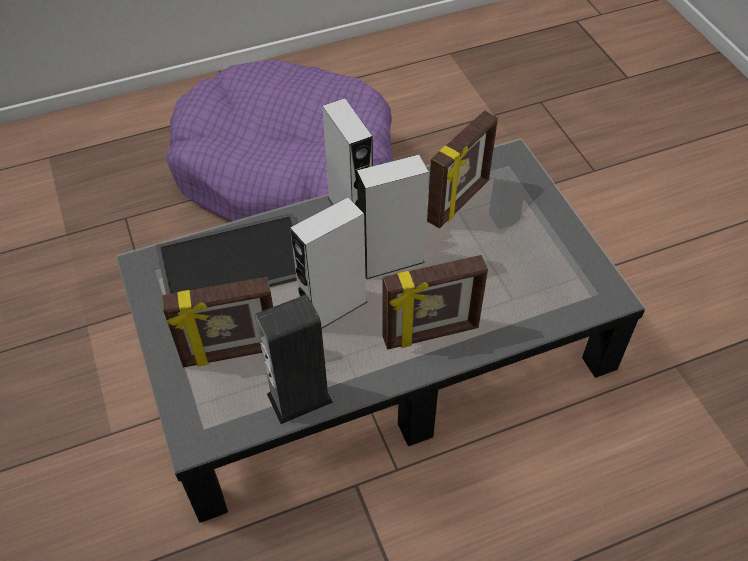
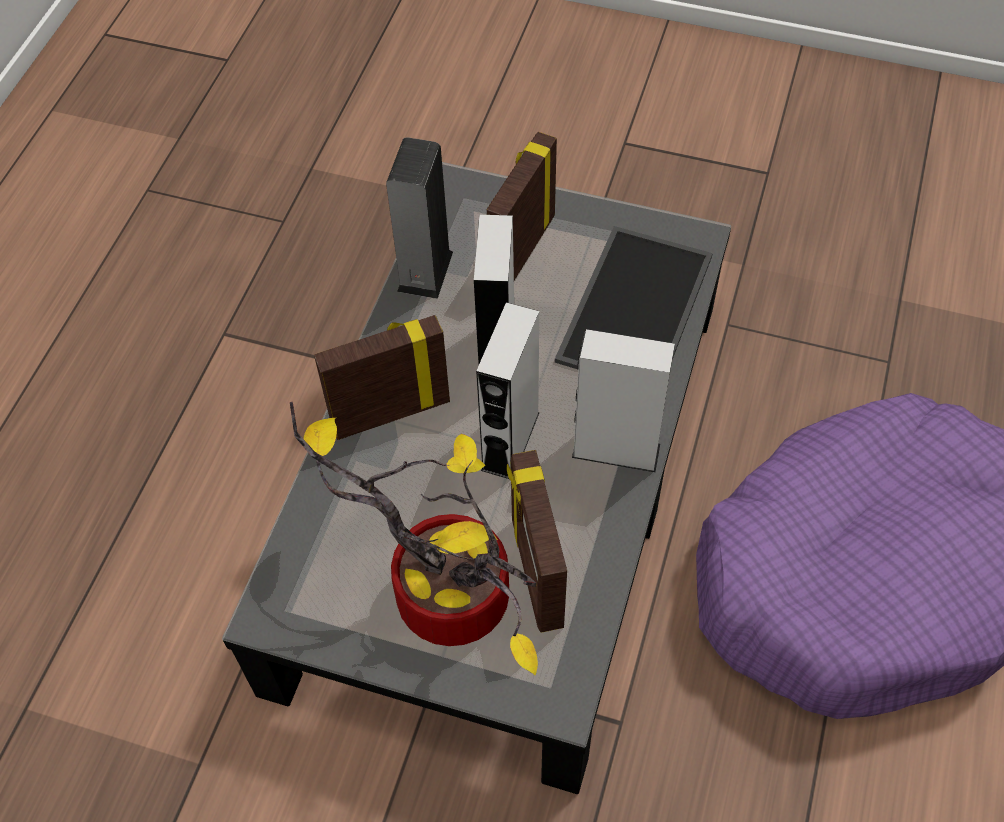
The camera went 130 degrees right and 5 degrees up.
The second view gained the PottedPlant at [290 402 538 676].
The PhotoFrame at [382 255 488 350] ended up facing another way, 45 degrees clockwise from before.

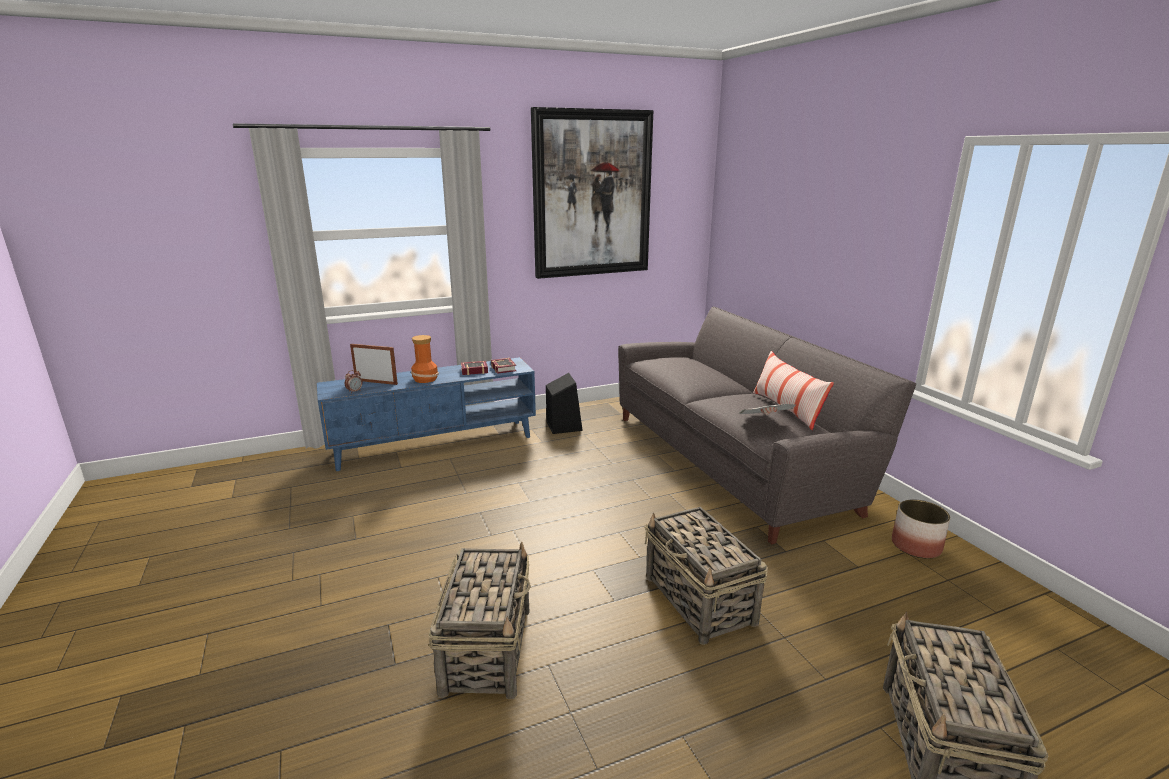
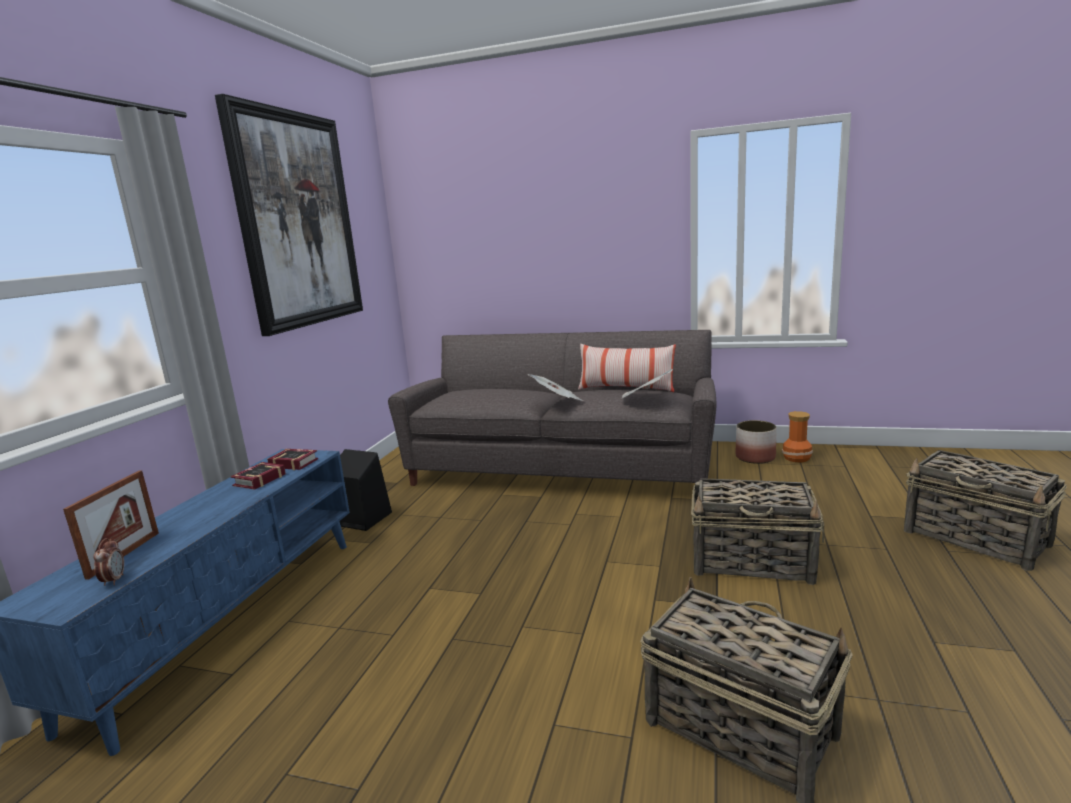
The camera went 50 degrees left and 5 degrees down.
The PhotoFrame at [350 344 398 385] ended up facing another way, 135 degrees clockwise from before.
The second view gained the Newspaper at [527 374 584 401].
The Vase ended up elsewhere, having gone from [411 335 439 383] to [782 411 813 462].

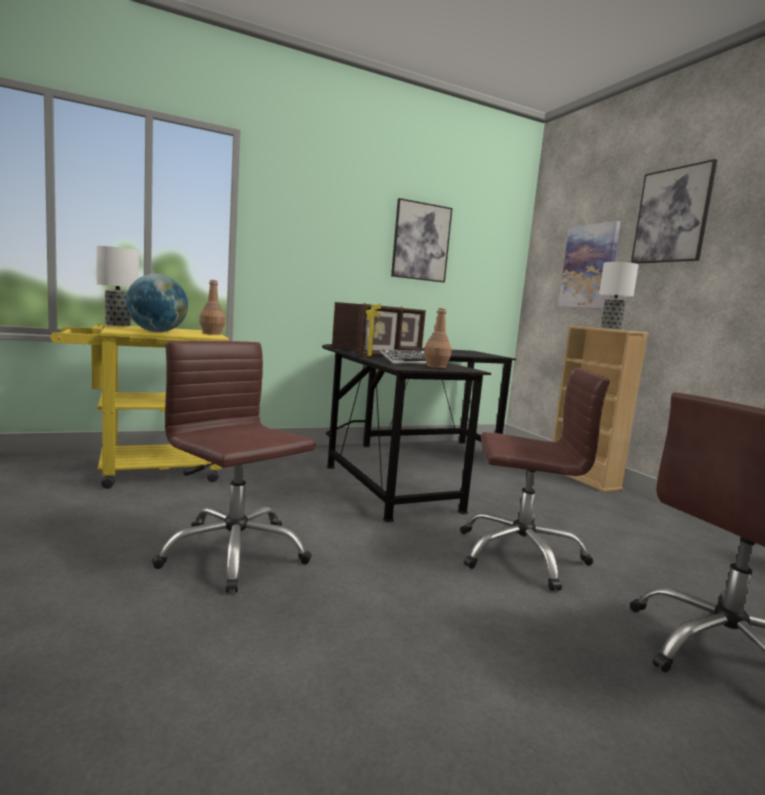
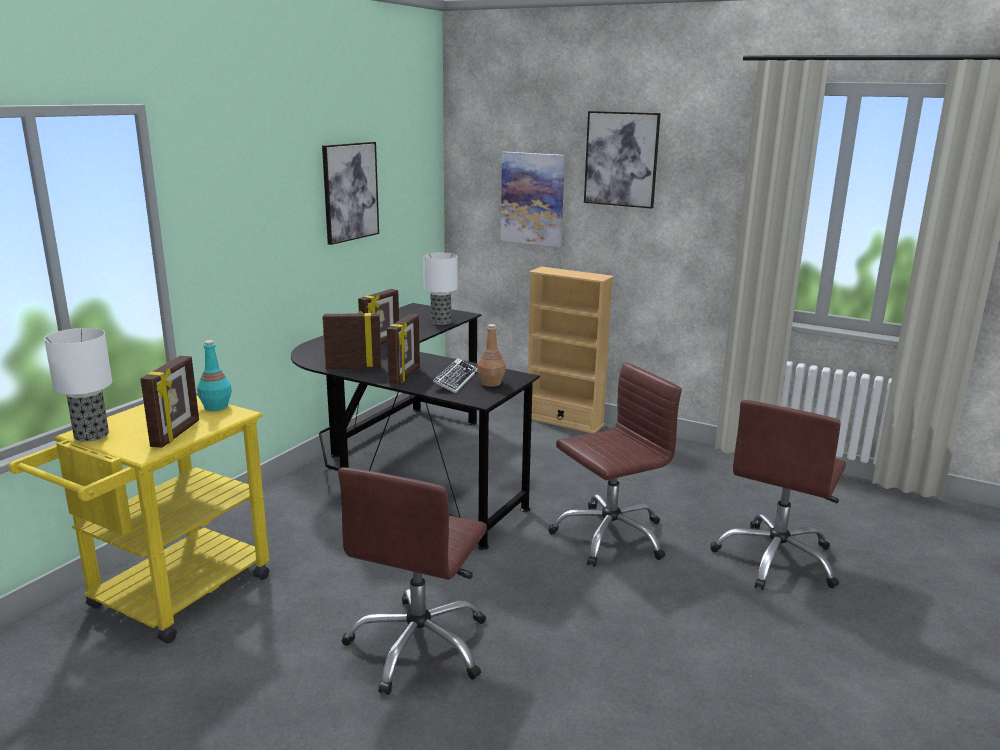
The camera went 35 degrees left and 10 degrees up.
Where the DeskGlobe stood at [126 274 188 332], the PhotoFrame came to stand at [140 356 199 448].
What was the BrownColouredDrinkBottle at [199 280 225 335] turned into the TurquoiseDrinkBottle at [197 340 232 411].
The BrownColouredOfficeChair at [152 341 316 593] ended up facing another way, 75 degrees counterclockwise from before.
The TableLamp ended up elsewhere, having gone from [599 262 639 330] to [423 253 458 325].

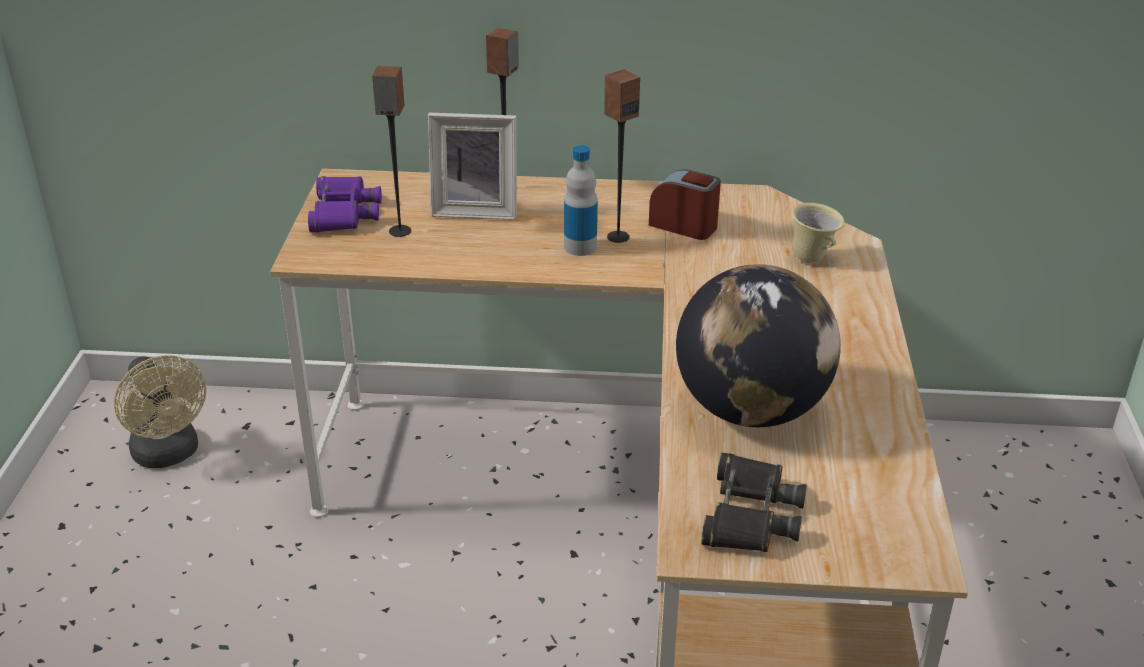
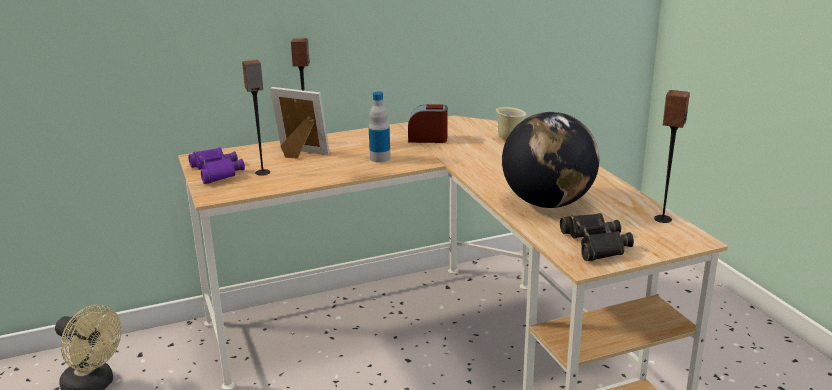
The camera went 25 degrees left and 10 degrees down.
The PhotoFrame at [428 113 517 220] ended up facing another way, 135 degrees counterclockwise from before.
The Speaker ended up elsewhere, having gone from [604 69 640 243] to [654 90 690 223].

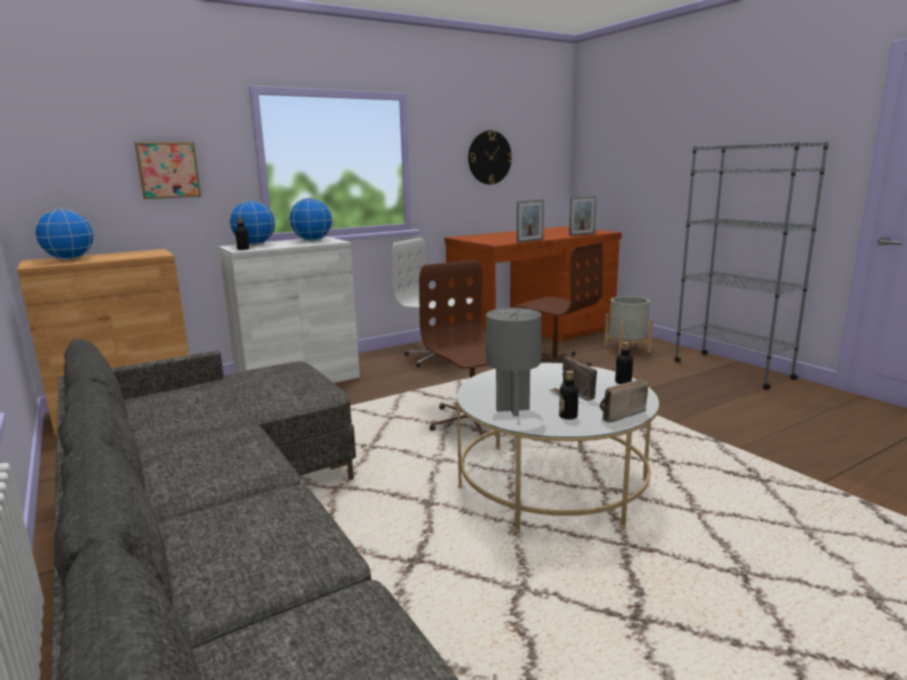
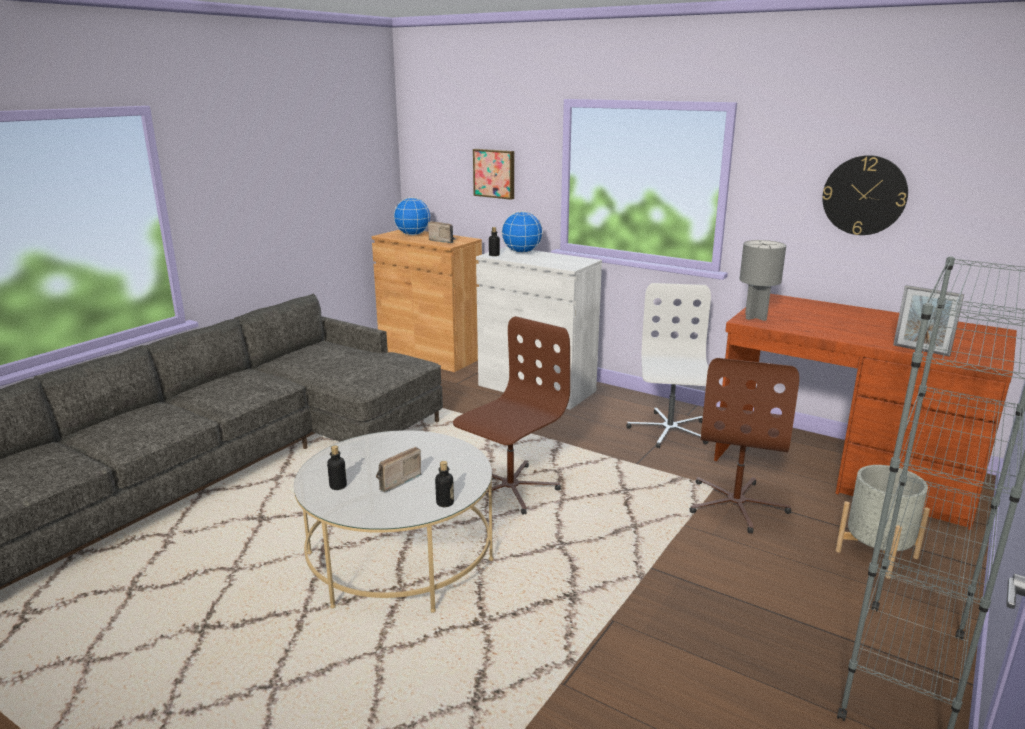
The camera went 65 degrees right and 5 degrees up.
The Radio ended up elsewhere, having gone from [599 379 649 423] to [428 221 457 243].
The GrayTableLamp ended up elsewhere, having gone from [486 308 541 416] to [739 240 786 321].
The second view lost the DeskGlobe at [289 198 333 241].
The second view lost the PhotoFrame at [517 199 544 243].

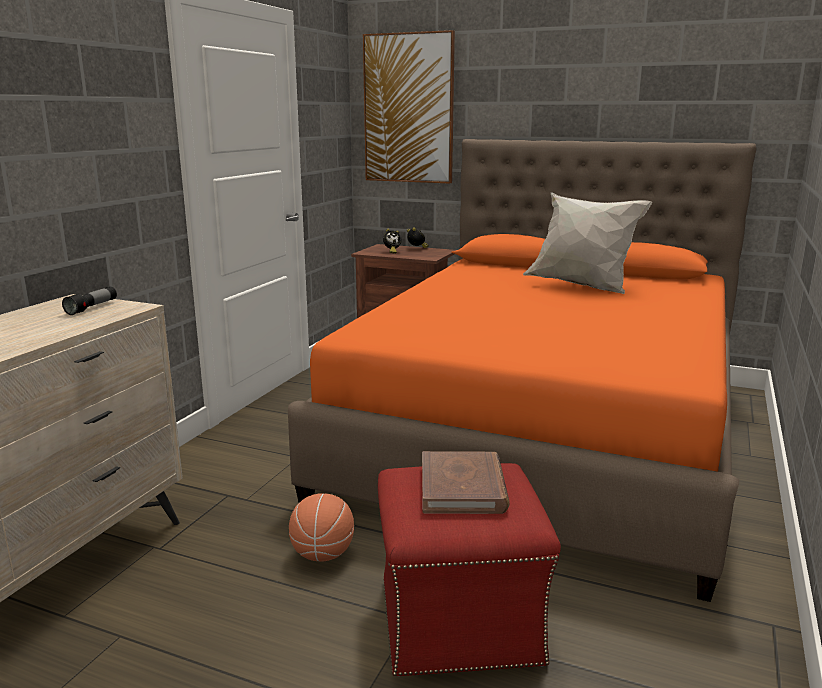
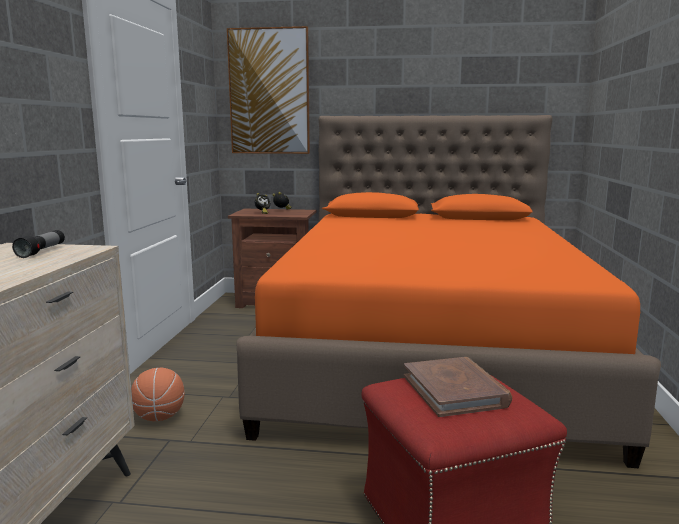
The camera went 15 degrees left and 5 degrees down.
The Basketball ended up elsewhere, having gone from [289 493 354 561] to [131 368 185 421].
The second view lost the WhitishPillow at [523 192 652 294].

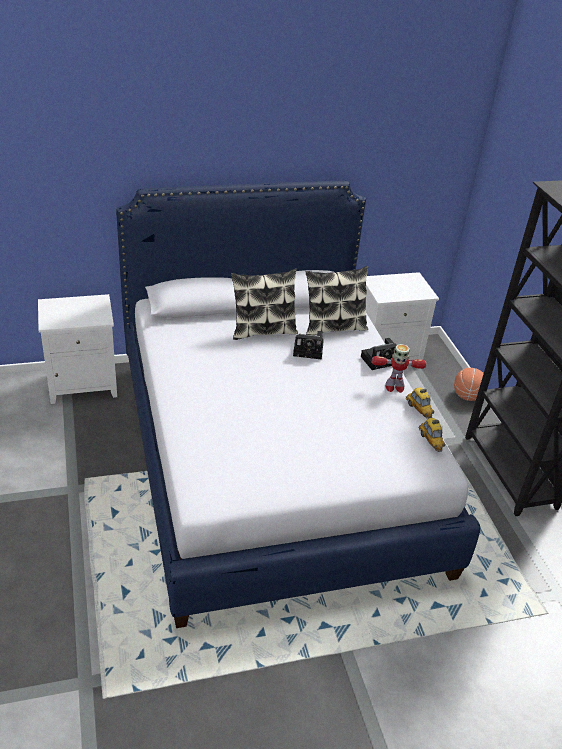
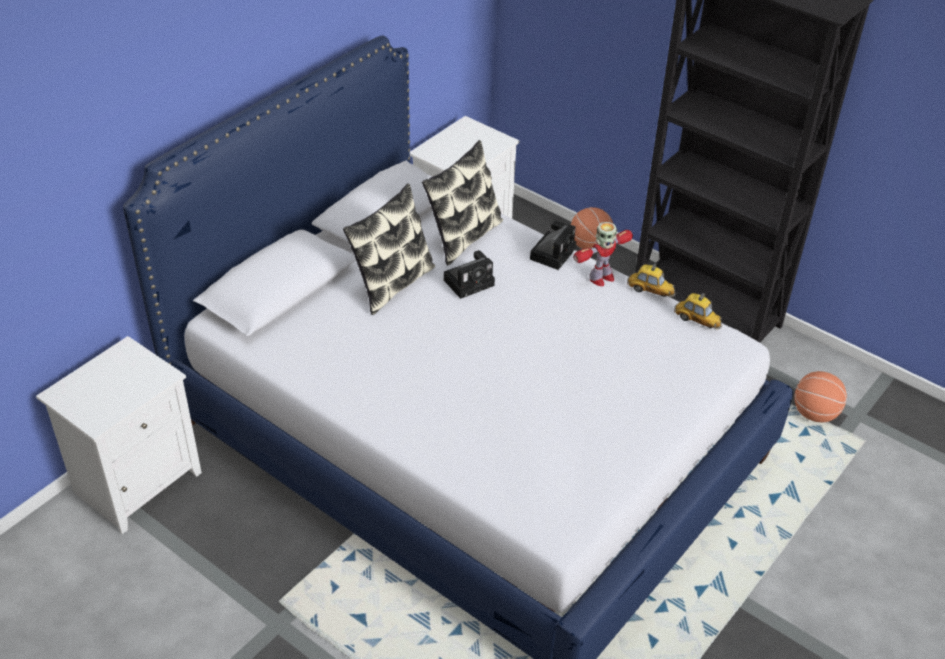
The camera went 35 degrees left and 5 degrees up.
The second view gained the Basketball at [794 371 847 422].

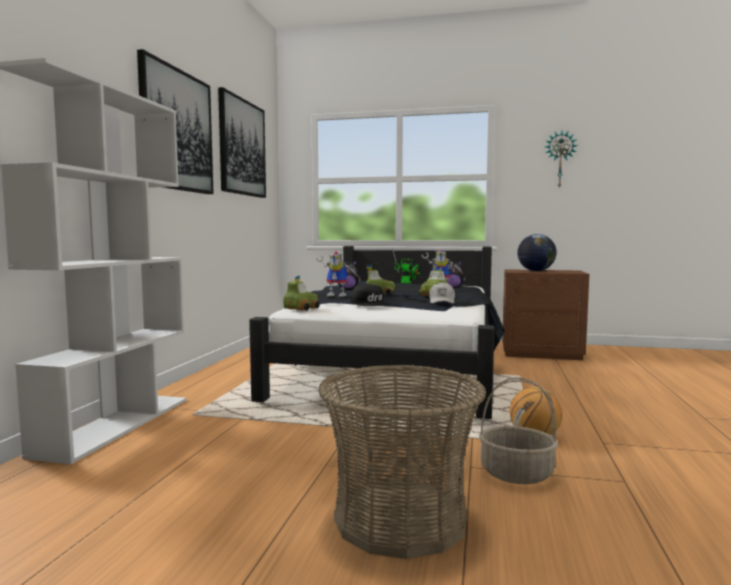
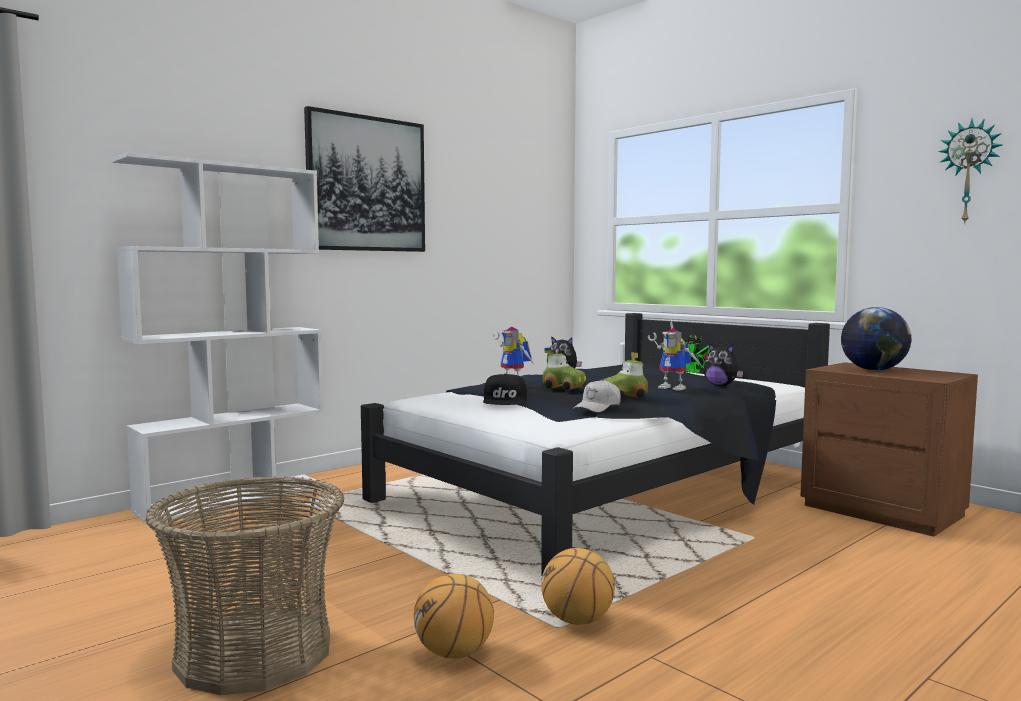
The camera went 35 degrees right and 0 degrees up.
Where the StorageBasket stood at [479 377 558 484], the Basketball came to stand at [413 574 494 659].
The second view lost the Picture at [218 87 266 198].
The second view lost the MiniatureCar at [283 276 320 311].

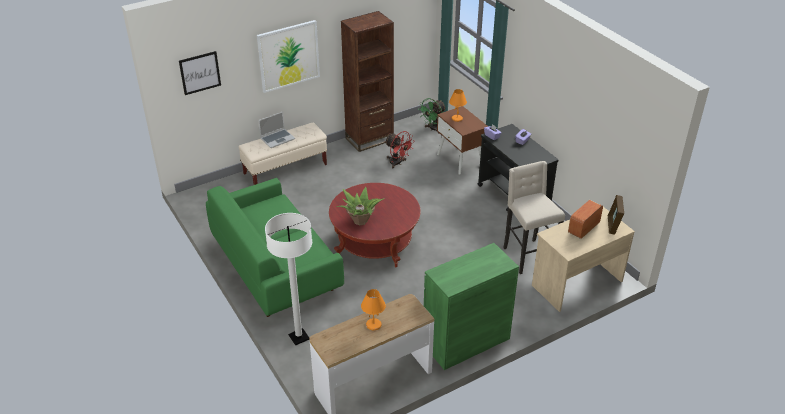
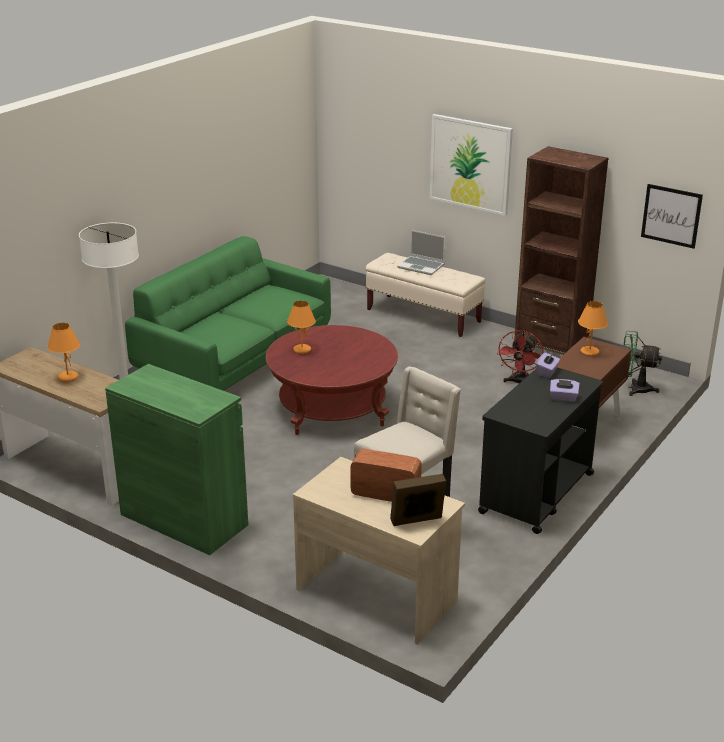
The camera went 65 degrees right and 10 degrees down.
Where the PottedPlant stood at [336 187 385 226], the OrangeColouredTableLamp came to stand at [287 301 316 354].
The Picture ended up elsewhere, having gone from [179 51 221 95] to [641 184 703 249].

